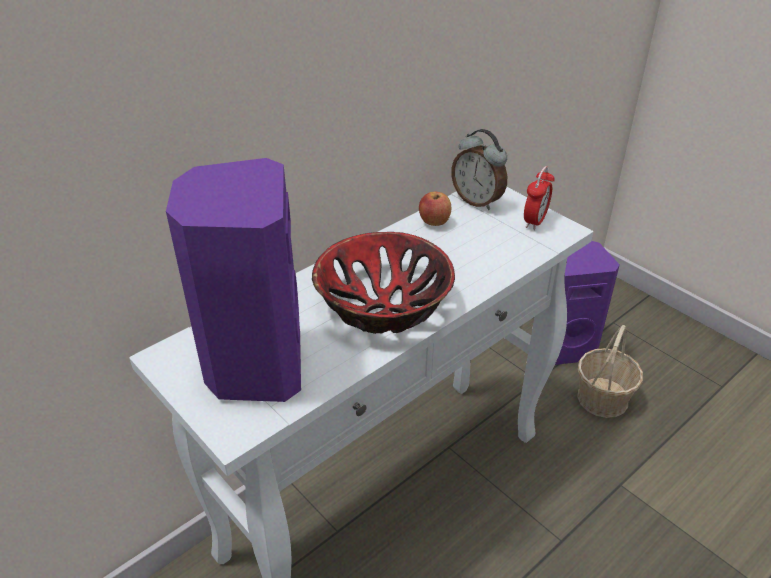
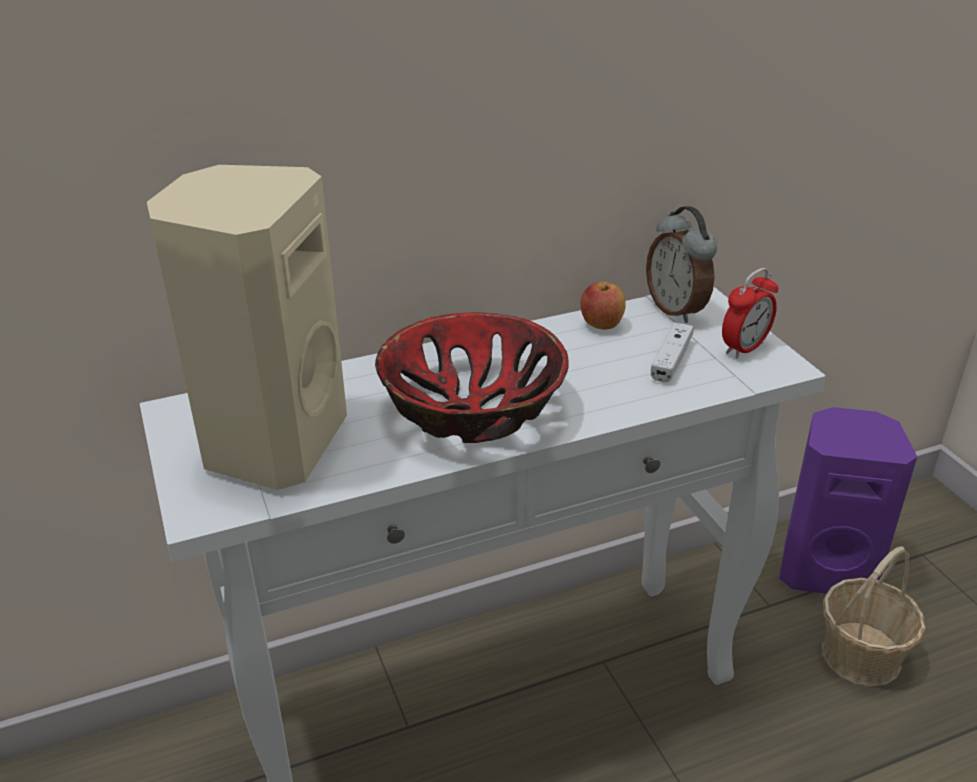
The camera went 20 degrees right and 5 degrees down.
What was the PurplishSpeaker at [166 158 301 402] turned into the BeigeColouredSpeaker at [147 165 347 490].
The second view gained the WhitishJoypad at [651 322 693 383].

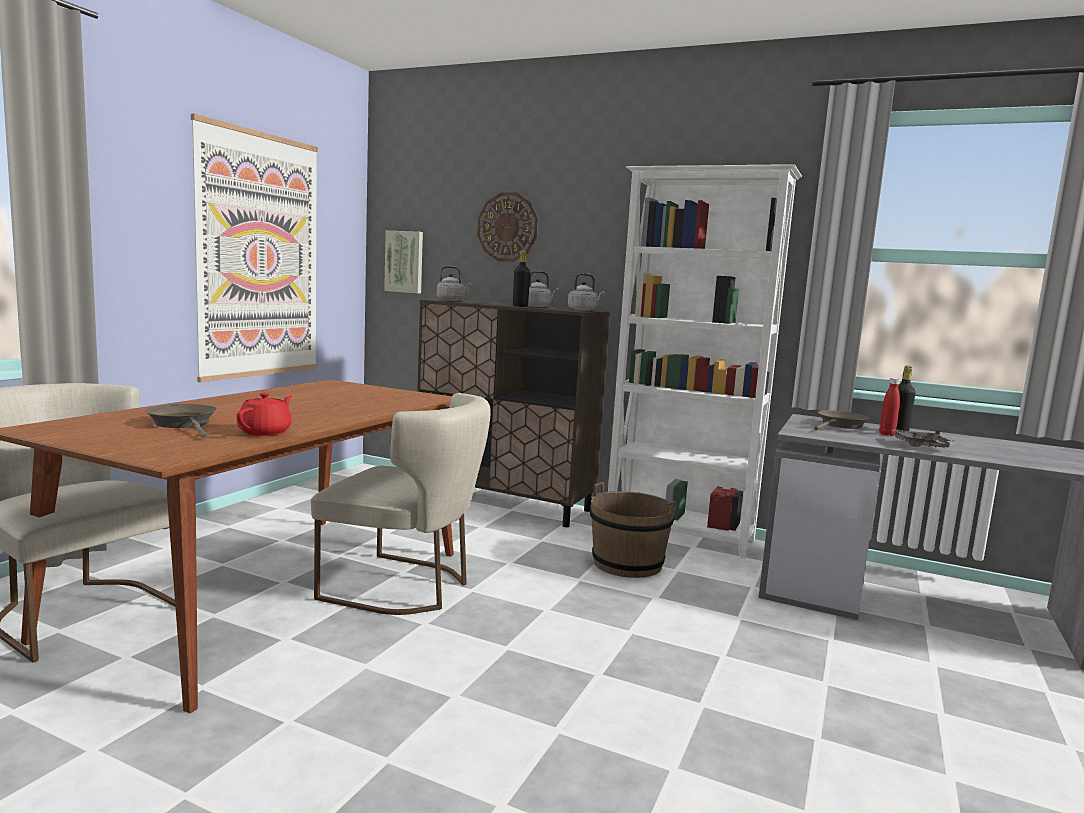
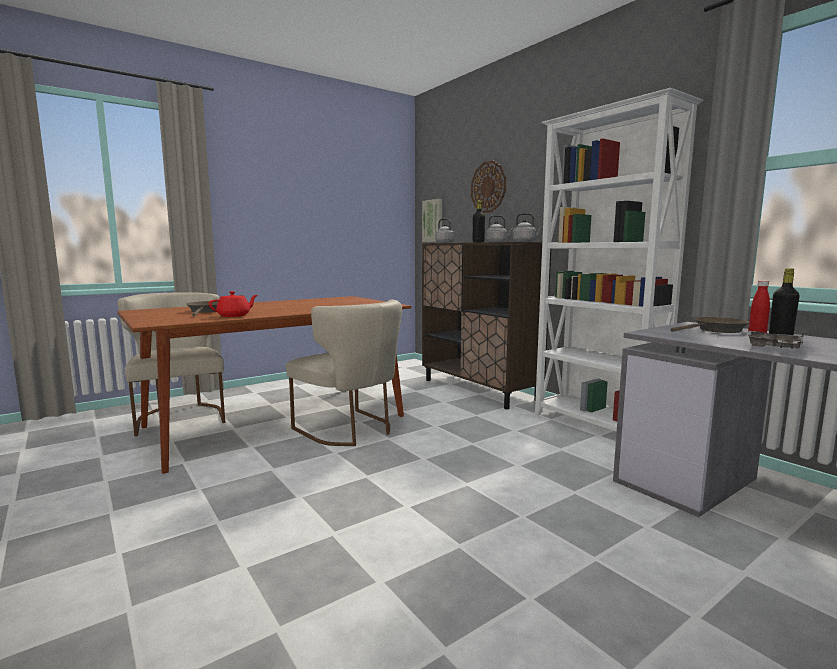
The camera went 30 degrees right and 0 degrees up.
The second view lost the Picture at [191 114 318 383].
The second view lost the BrownColouredBucket at [590 482 676 578].

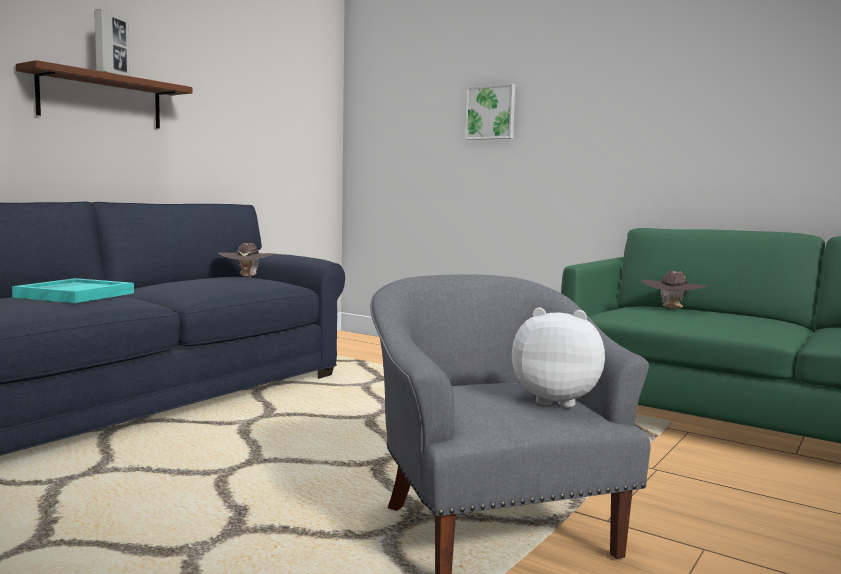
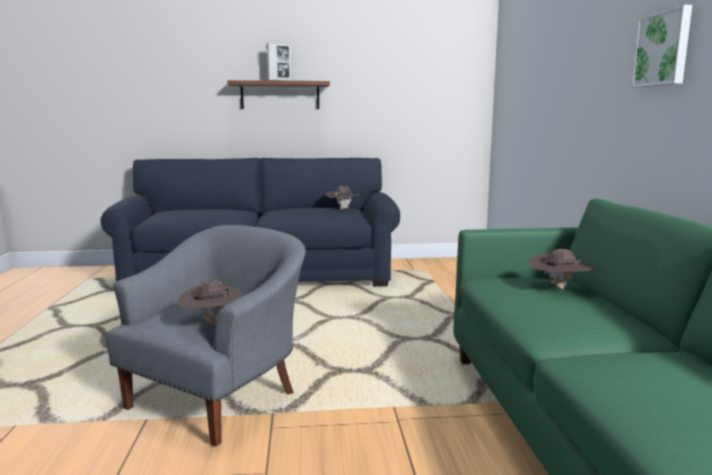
The camera went 50 degrees right and 5 degrees up.
Where the CuddlyToy stood at [512 307 605 407], the BrownColouredWearableHat came to stand at [178 280 244 325].
The Picture ended up elsewhere, having gone from [465 84 515 140] to [631 5 692 88].
The second view lost the TurquoiseServingTray at [12 278 134 303].

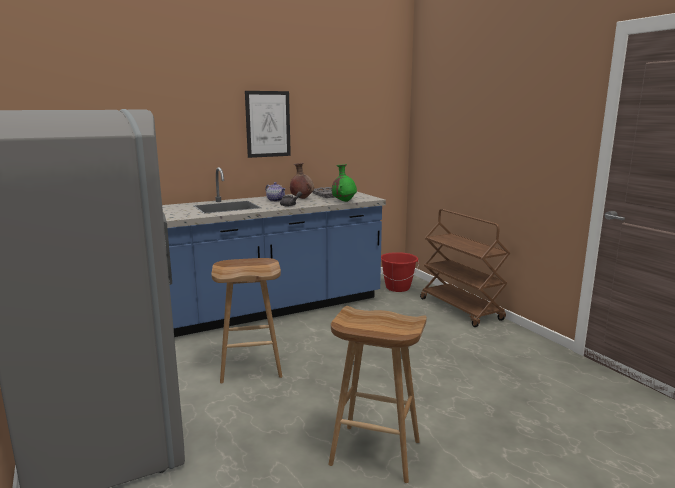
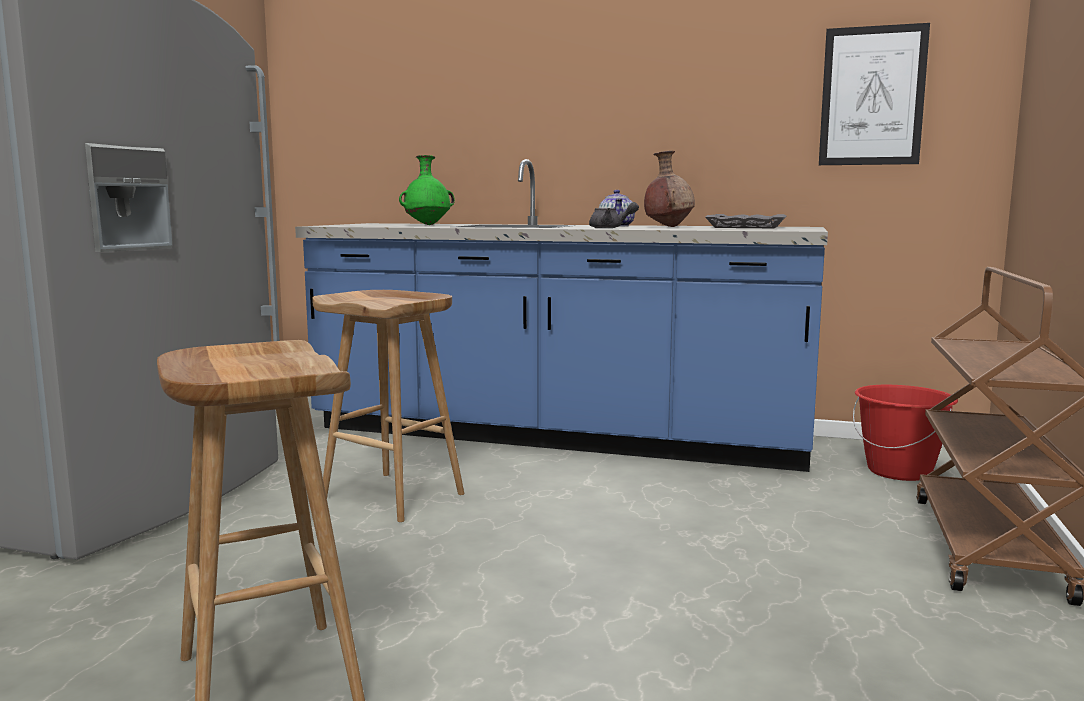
The camera went 45 degrees right and 5 degrees down.
The GreenishVase ended up elsewhere, having gone from [332 164 357 202] to [399 155 455 225].
The Picture ended up elsewhere, having gone from [245 91 291 158] to [819 23 930 165].

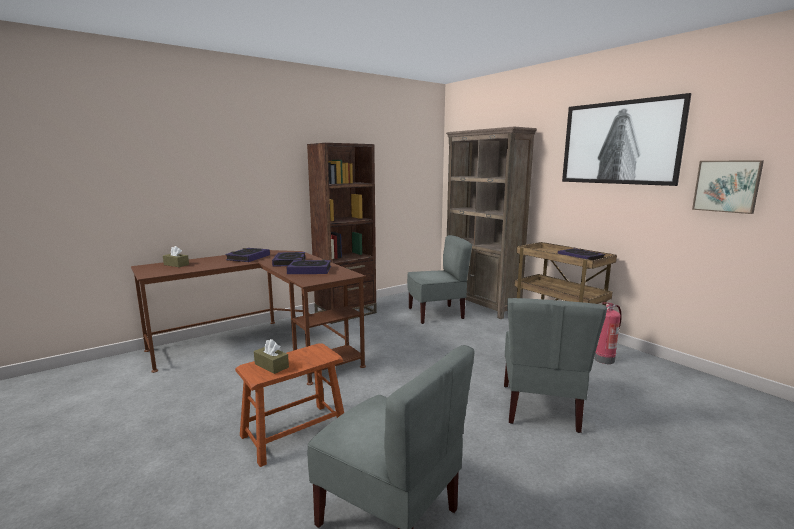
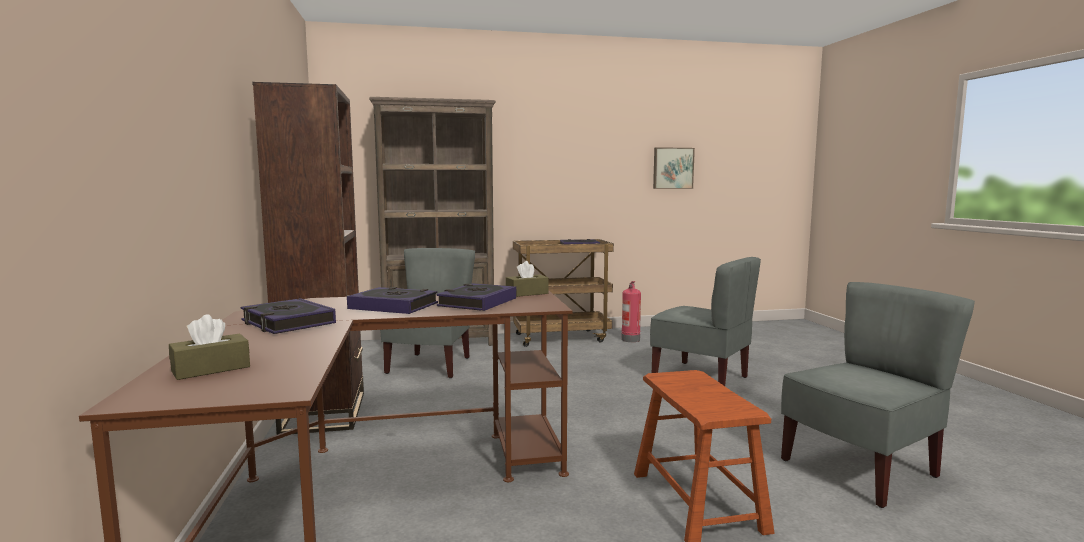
The camera went 65 degrees left and 5 degrees down.
The BrownColouredTissueBox ended up elsewhere, having gone from [254 339 289 374] to [506 261 549 297].
The second view lost the Picture at [562 93 692 186].

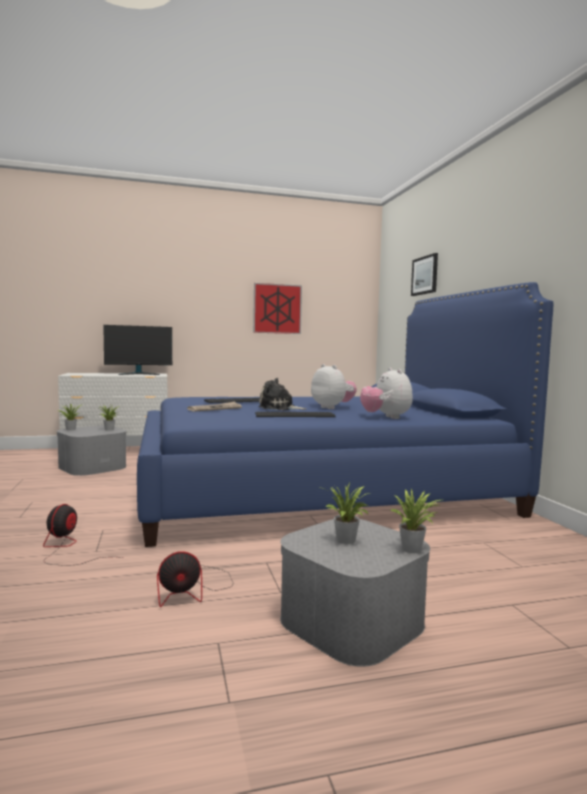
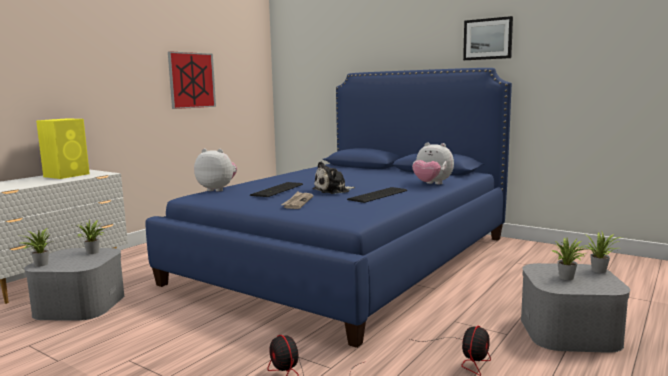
The camera went 40 degrees left and 5 degrees up.
Where the Monitor stood at [103 325 172 375], the YellowSpeaker came to stand at [36 119 90 179].
The CuddlyToy ended up elsewhere, having gone from [311 364 357 409] to [194 149 237 191].
The Picture ended up elsewhere, having gone from [411 253 438 296] to [463 16 513 60].

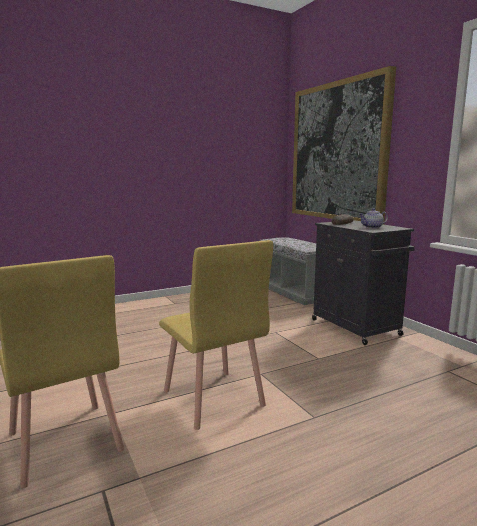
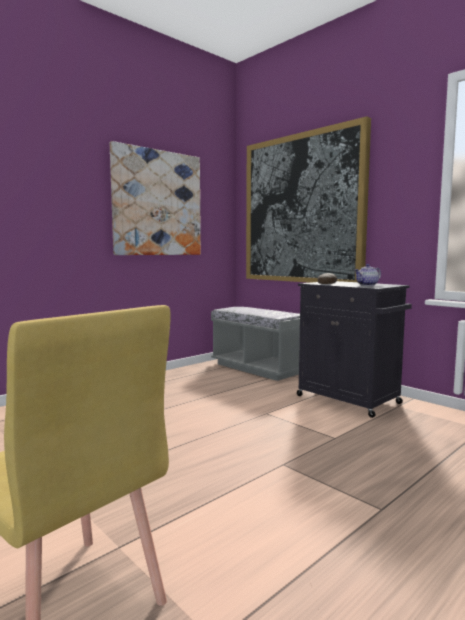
The camera went 15 degrees left and 5 degrees down.
The second view gained the Picture at [110 141 201 255].
The second view lost the YellowUprightChair at [159 240 273 430].

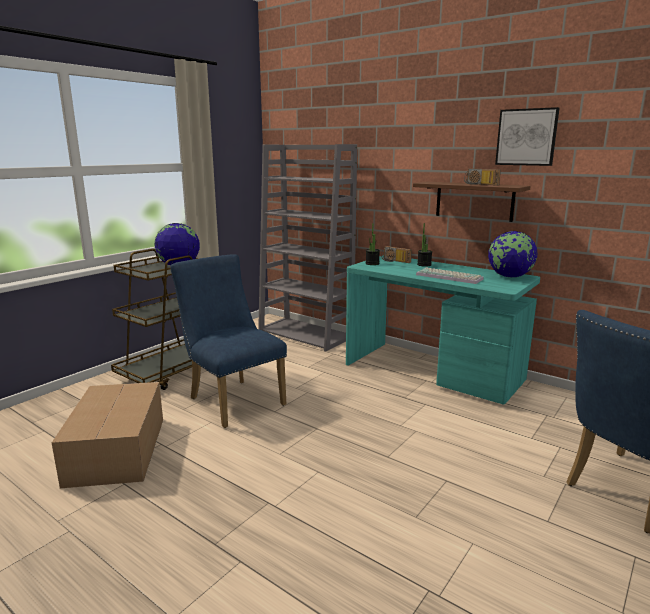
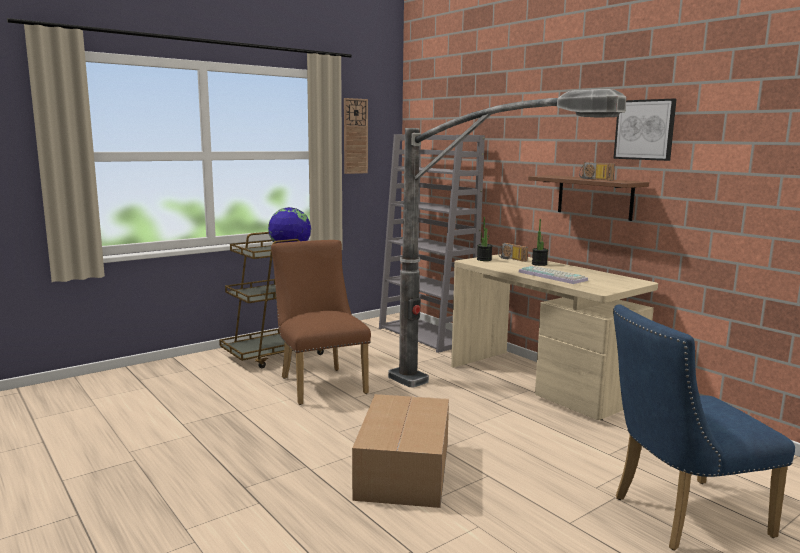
The camera went 15 degrees right and 5 degrees down.
What was the BlueColouredUprightChair at [170 255 287 428] turned into the BrownColouredUprightChair at [271 240 371 405].
The second view gained the HangingClock at [344 98 368 174].
The Carton ended up elsewhere, having gone from [52 382 163 488] to [352 394 449 508].
The second view gained the StandardLamp at [388 89 627 388].
What was the TurquoiseDesk at [346 255 540 404] turned into the BeigeColouredDesk at [451 254 658 420].
The second view lost the DeskGlobe at [488 231 538 277].

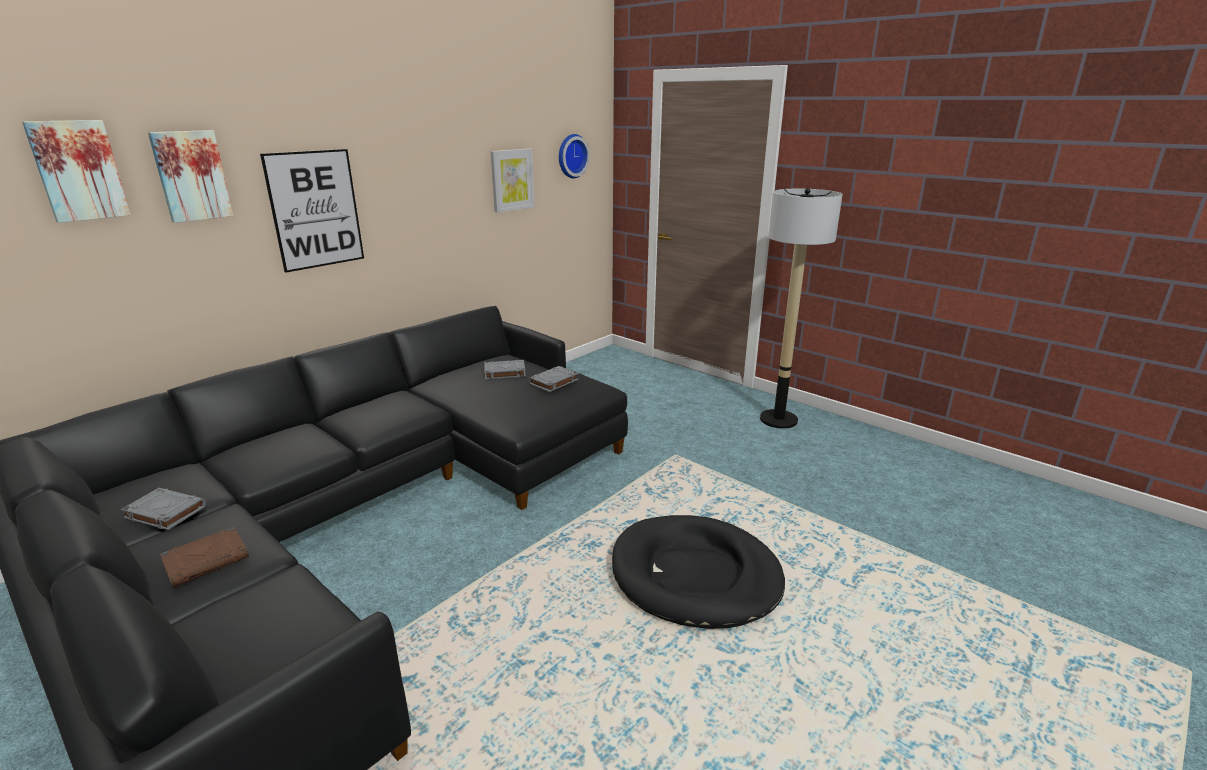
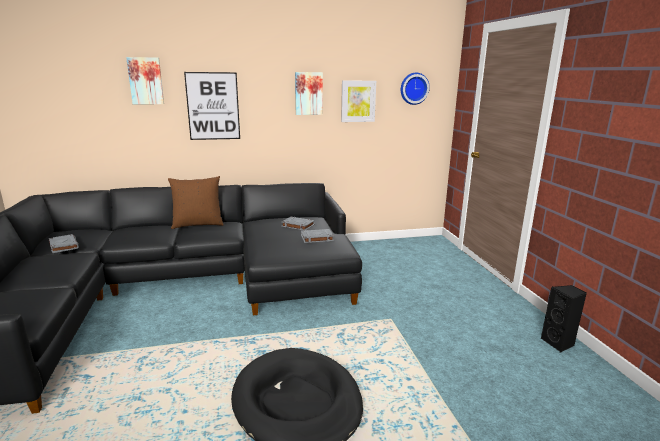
The camera went 35 degrees right and 5 degrees down.
The second view gained the BrownColouredPillow at [168 176 224 229].
The Picture ended up elsewhere, having gone from [22 120 131 223] to [295 72 323 115].
The second view gained the BlackColouredSpeaker at [541 285 587 352].
The second view lost the BrownColouredBoundBook at [160 527 249 587].
The second view lost the StandardLamp at [760 188 843 429].

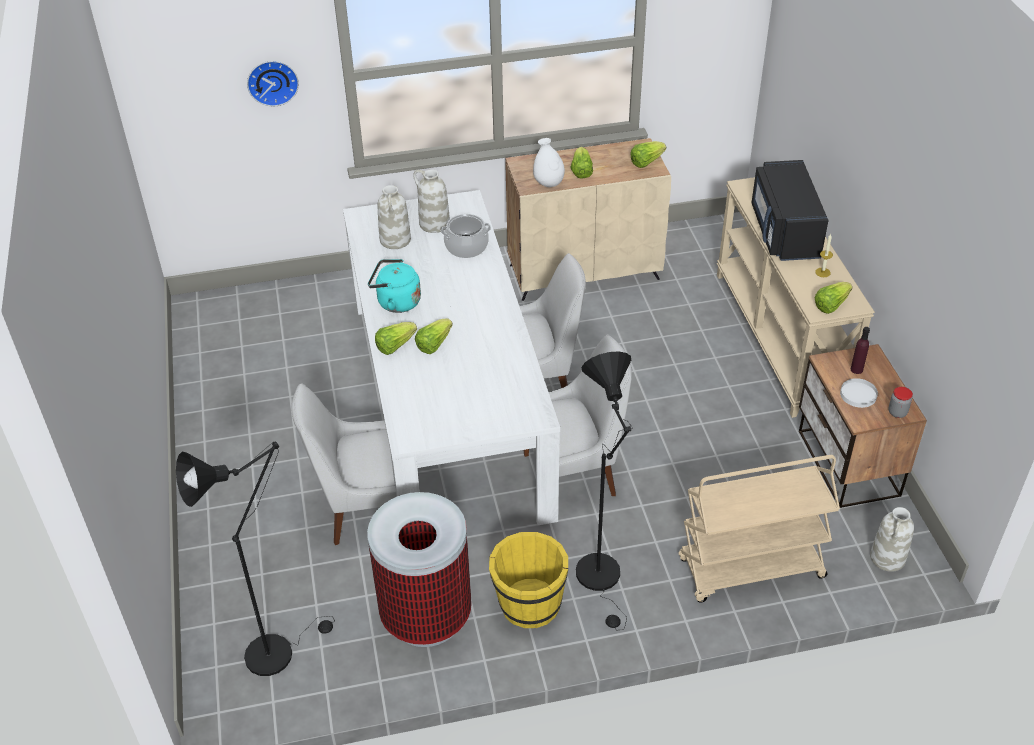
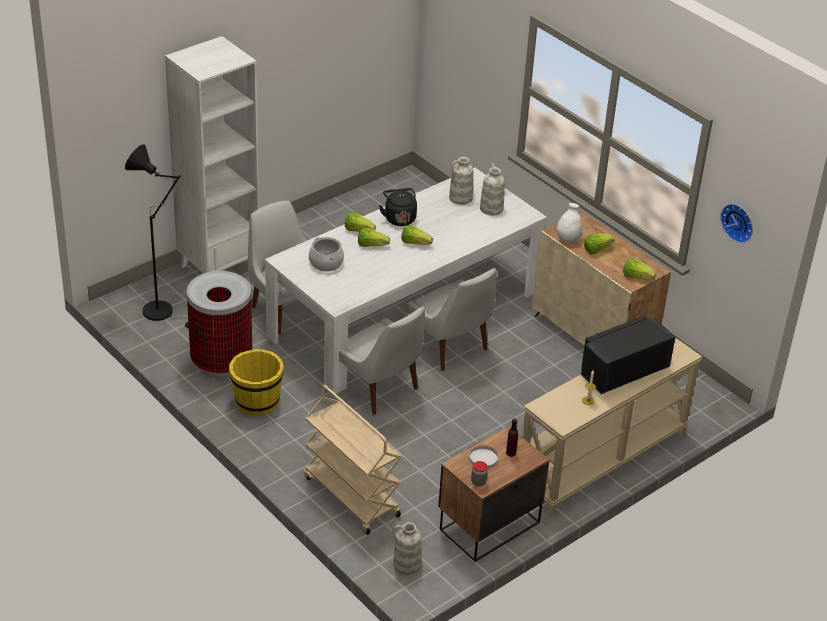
The camera went 60 degrees right and 5 degrees down.
The second view gained the WhitishShelvingUnit at [165 36 259 273].
The Stockpot ended up elsewhere, having gone from [441 214 491 258] to [309 237 344 272].
What was the TurquoiseTeaKettle at [368 259 421 313] turned into the BlackColouredTeaKettle at [379 188 417 226].
The Lettuce ended up elsewhere, having gone from [814 282 852 314] to [401 225 433 245].
The HangingClock ended up elsewhere, having gone from [247 61 299 106] to [720 204 753 243].
The second view lost the BlackColouredStandardLamp at [576 351 633 631].

